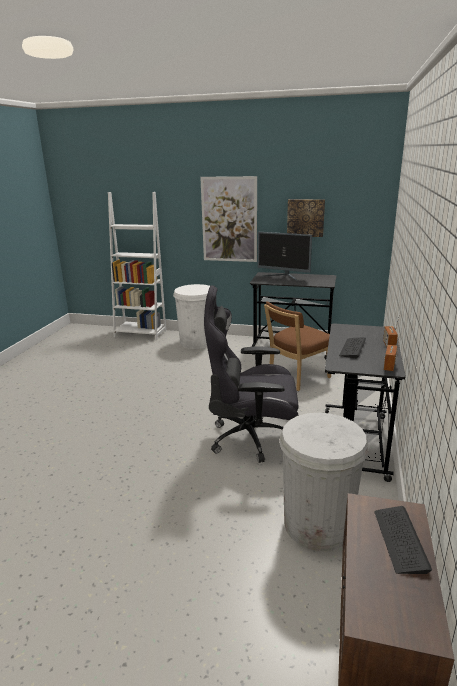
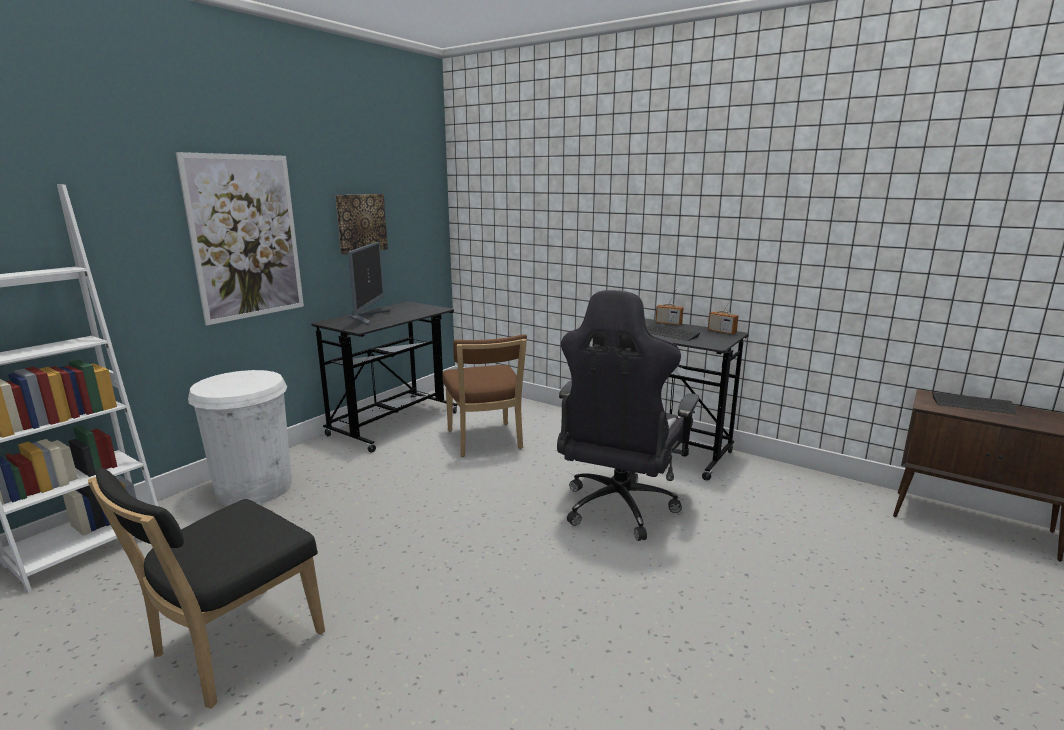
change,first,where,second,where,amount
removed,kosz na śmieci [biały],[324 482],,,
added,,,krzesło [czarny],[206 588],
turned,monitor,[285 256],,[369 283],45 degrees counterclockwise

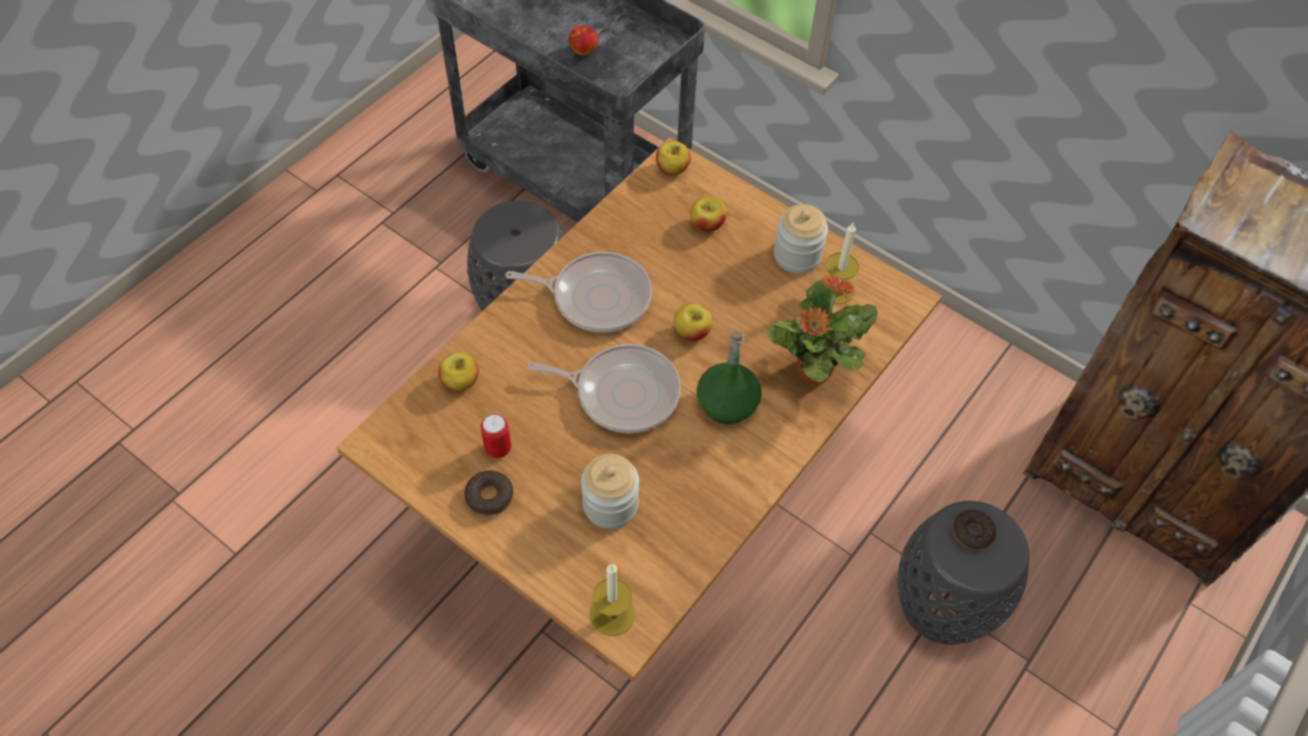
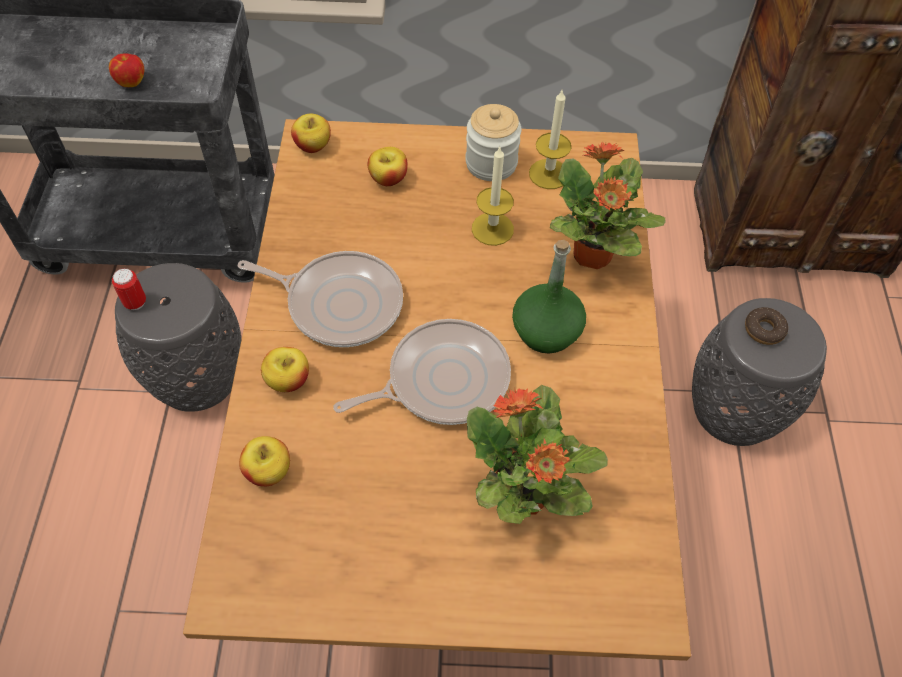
change,first,where,second,where,amount
removed,donut,[488 493],,,
moved,puszka,[496 436],,[129 289],
moved,świeca,[612 599],,[493 196],
moved,jabłko,[693 322],,[285 369],
replaced,słoik,[610 491],roślina doniczkowa,[537 454],
turned,patelnia,[578 292],,[320 299],45 degrees clockwise

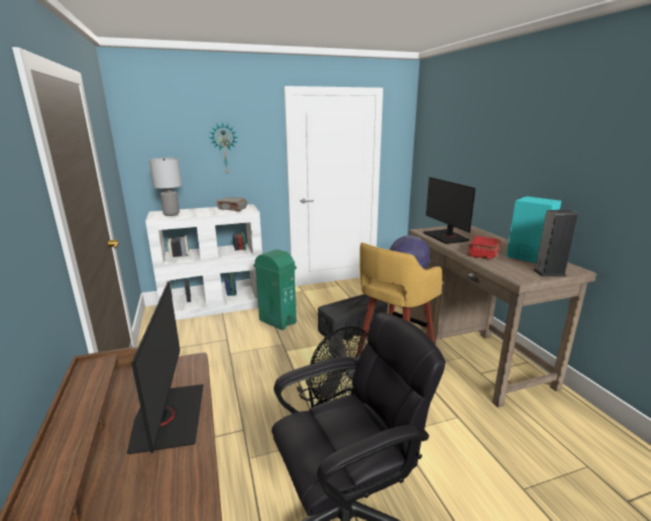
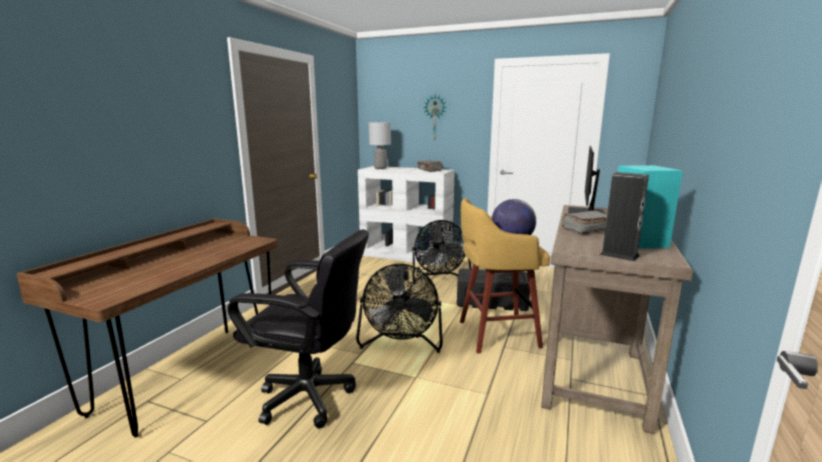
change,first,where,second,where,amount
removed,monitor,[165 368],,,
replaced,kosz na śmieci [zielony],[275 289],wentylator [czarny],[442 252],
recoloured,książka [czerwony],[484 248],książka [szary],[584 223],

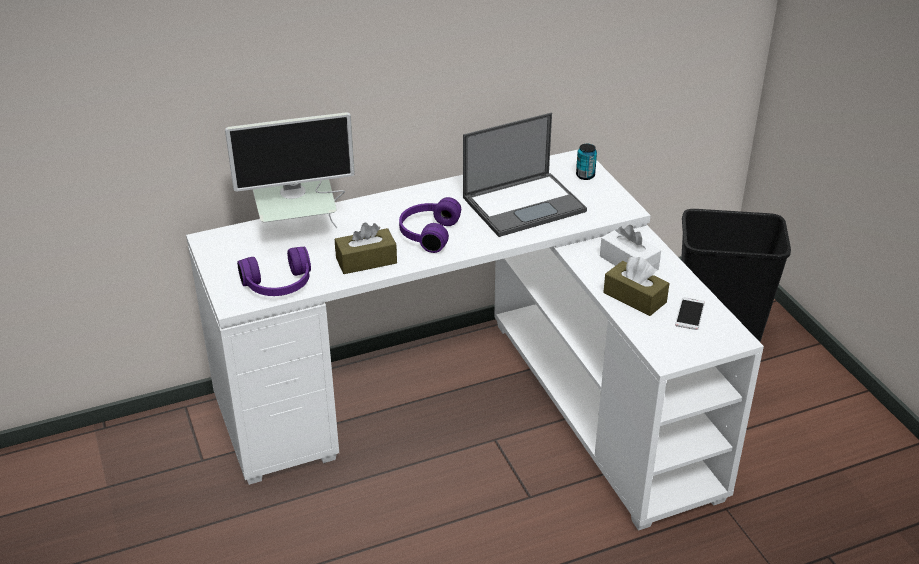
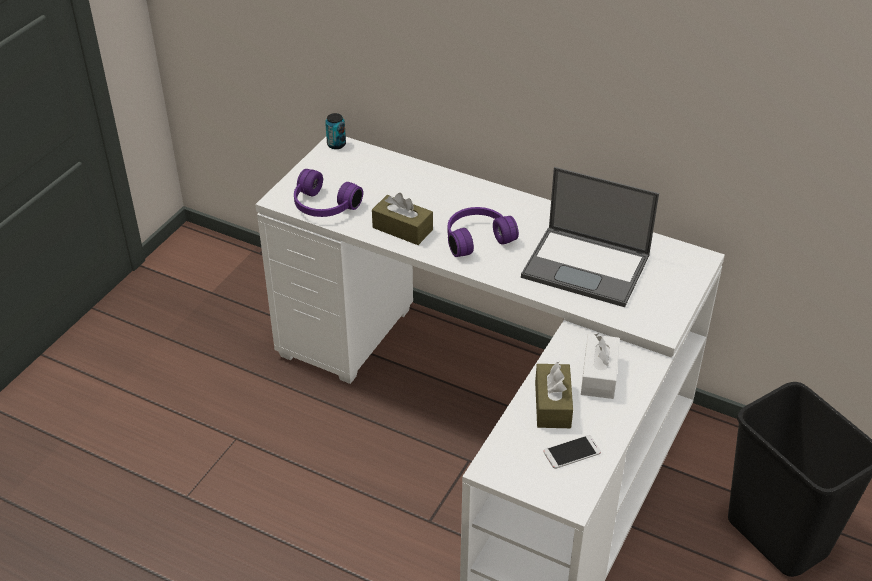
change,first,where,second,where,amount
removed,monitor,[290 170],,,
moved,puszka,[586 162],,[335 131],

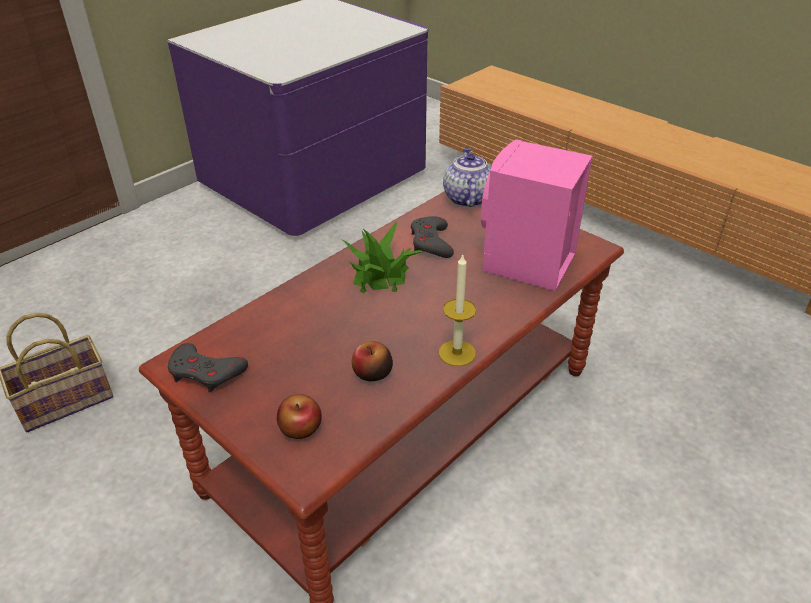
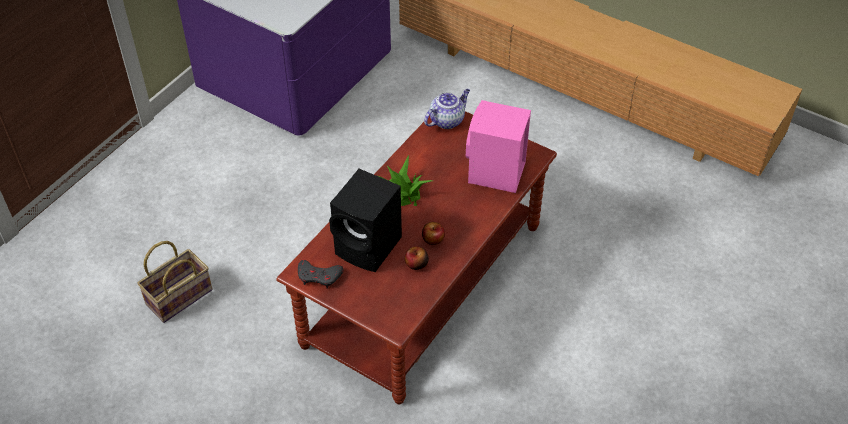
change,first,where,second,where,amount
removed,pad do gier [szary],[432 237],,,
removed,świeca,[457 310],,,
added,,,głośnik [czarny],[365 220],
moved,jabłko,[299 416],,[433 233],
turned,imbryk,[467 177],,[447 109],60 degrees clockwise

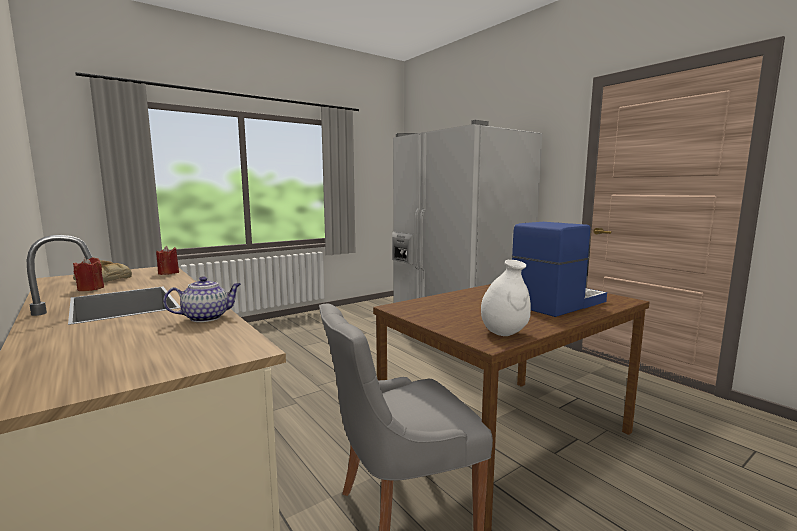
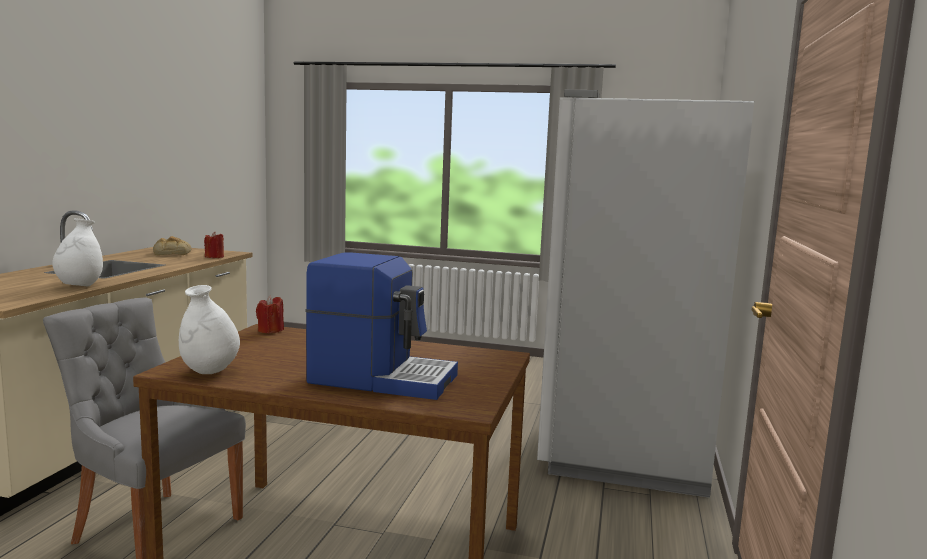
change,first,where,second,where,amount
moved,świeca [czerwony],[88 274],,[270 315],
replaced,imbryk,[202 299],wazon [biały],[77 252],

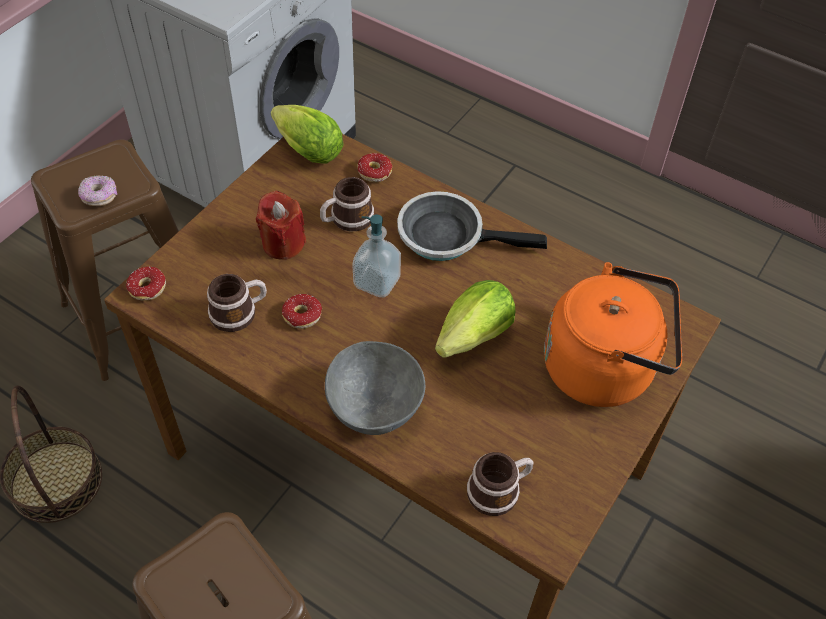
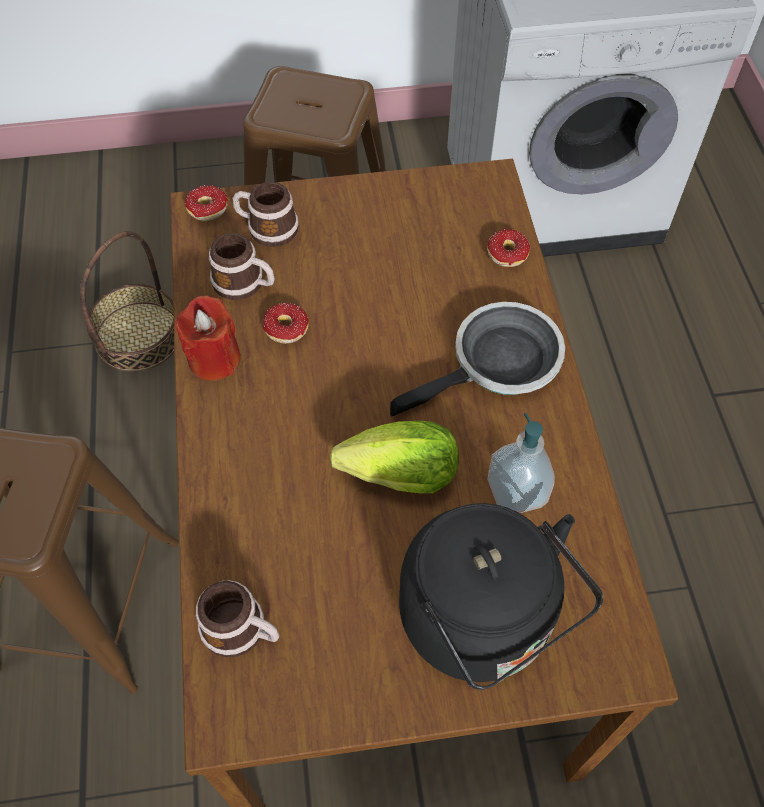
change,first,where,second,where,amount
removed,donut,[97 190],,,
removed,sałata,[307 134],,,
removed,miska [szary],[375 388],,,
moved,świeca [czerwony],[281 225],,[208 338],
moved,kubek,[347 204],,[266 214],
moved,dozownik mydła,[376 256],,[521 463],
recoloured,czajnik [pomarańczowy],[613 334],czajnik [czarny],[501 596],
turned,patelnia,[472 226],,[477 359],90 degrees clockwise

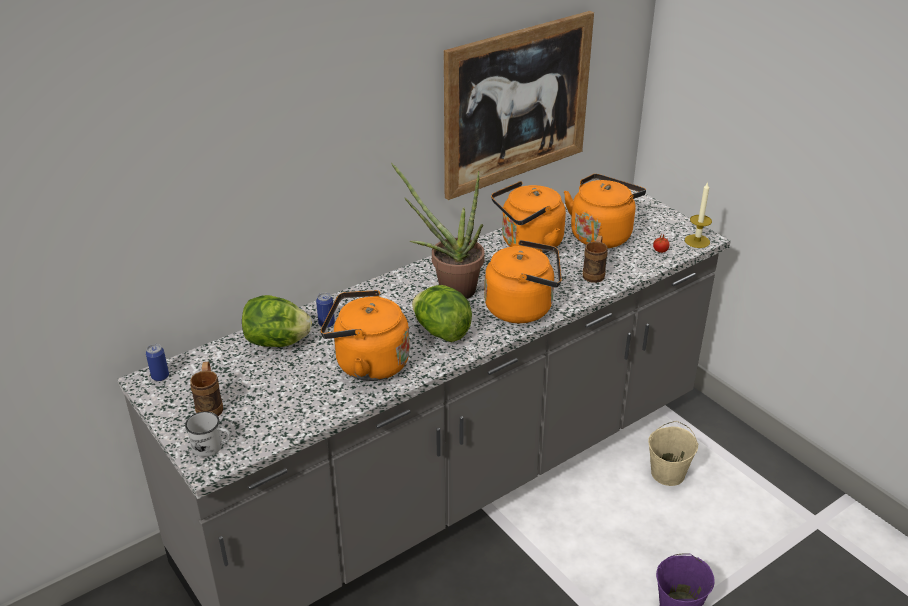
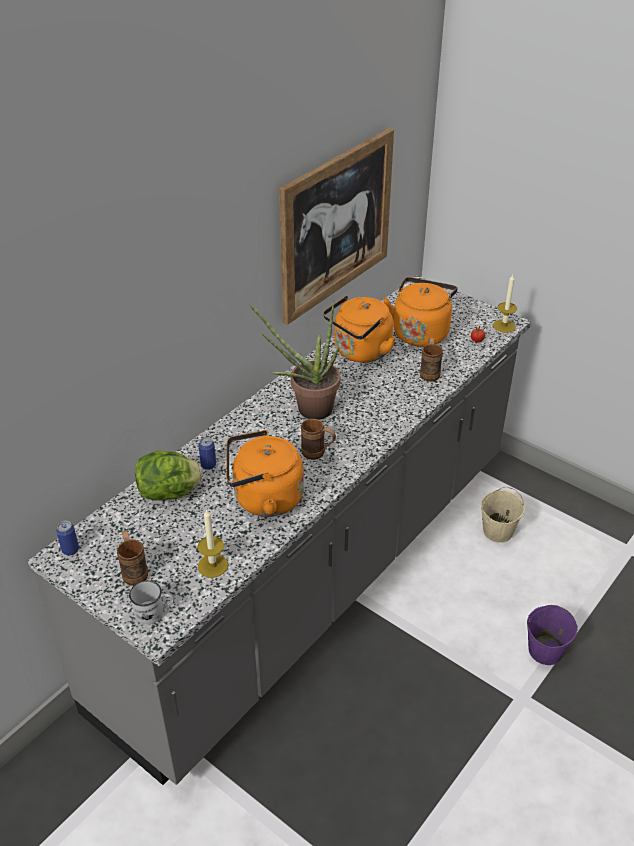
change,first,where,second,where,amount
removed,czajnik [pomarańczowy],[523 281],,,
added,,,świeca,[212 543],
replaced,sałata,[442 313],kubek [brązowy],[318 439],

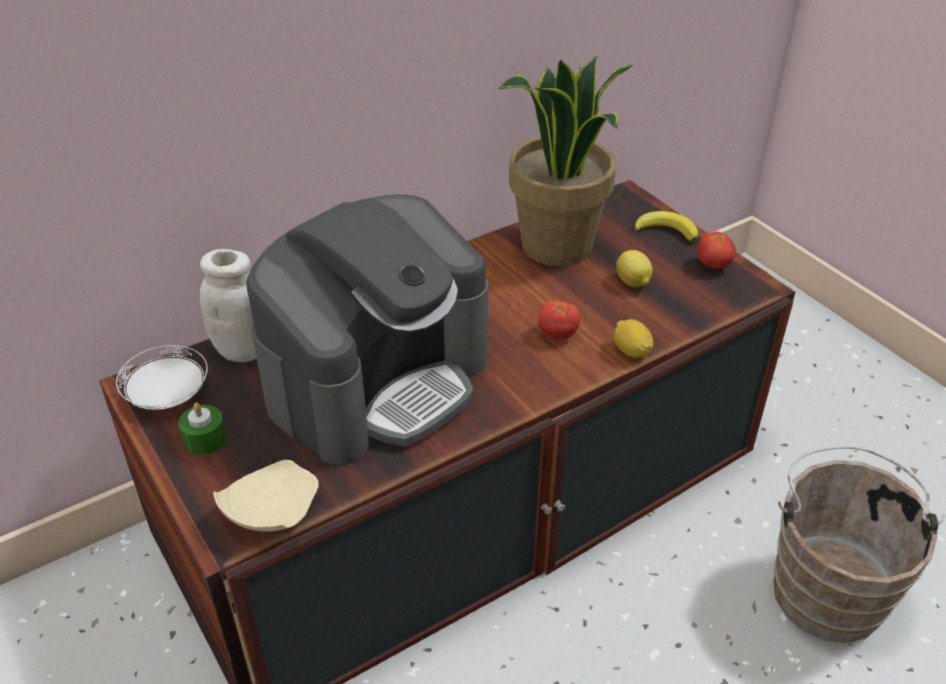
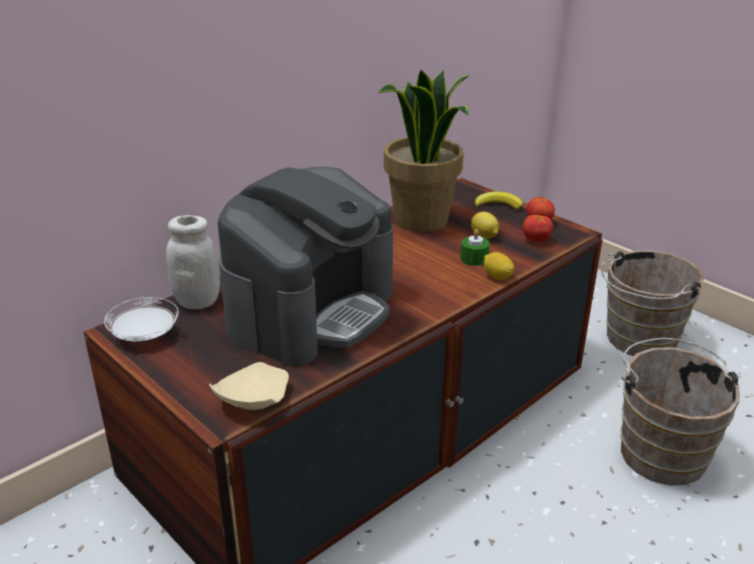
change,first,where,second,where,amount
added,,,wiadro [brązowy],[652 303],
moved,świeca [zielony],[202 428],,[475 247],
moved,pomidor,[559 319],,[538 228],

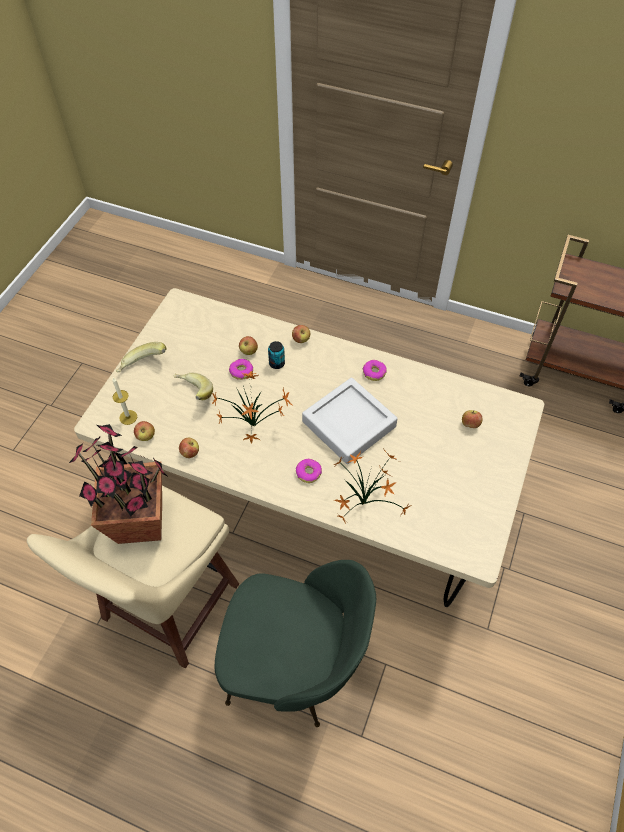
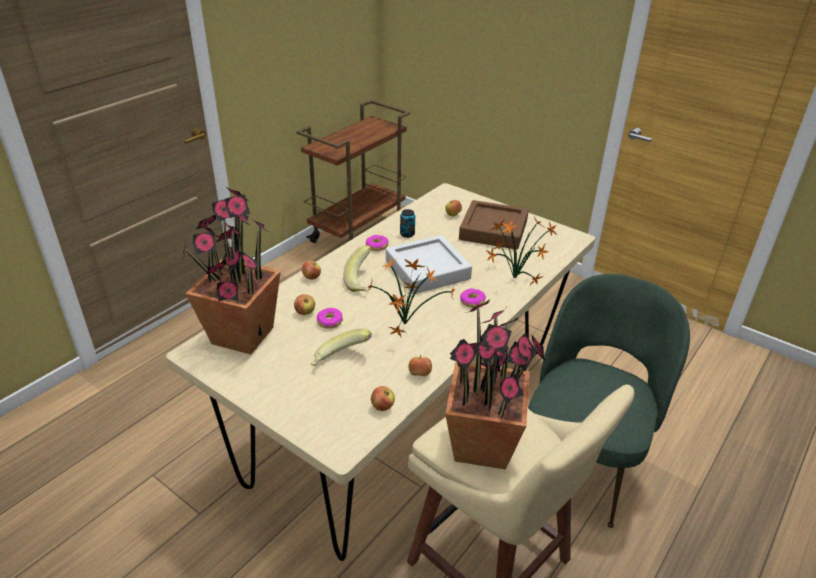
change,first,where,second,where,amount
removed,świeca,[124 401],,,
added,,,roślina doniczkowa,[232 271],
added,,,taca [brązowy],[494 225],
moved,banan,[141 357],,[357 268],
moved,puszka,[276 355],,[407 223],

